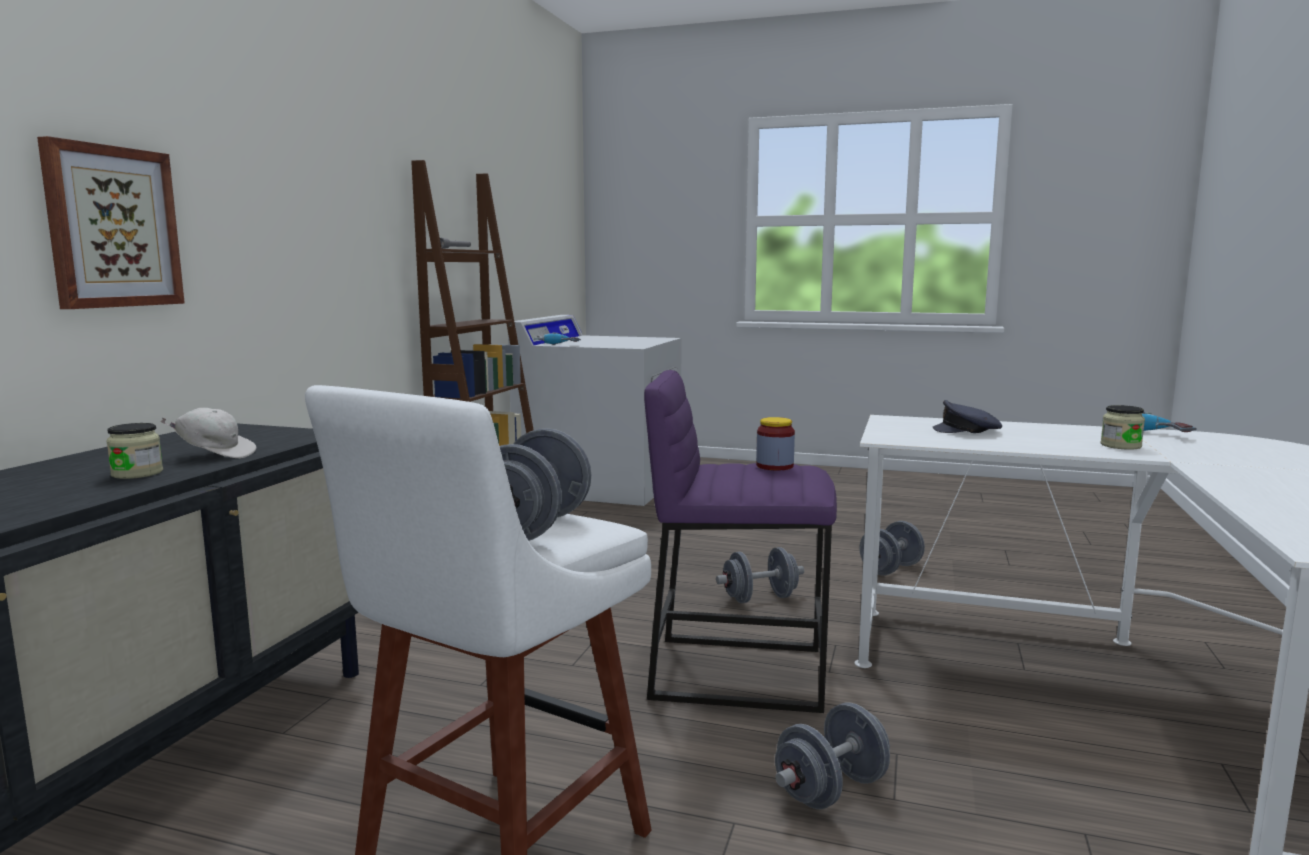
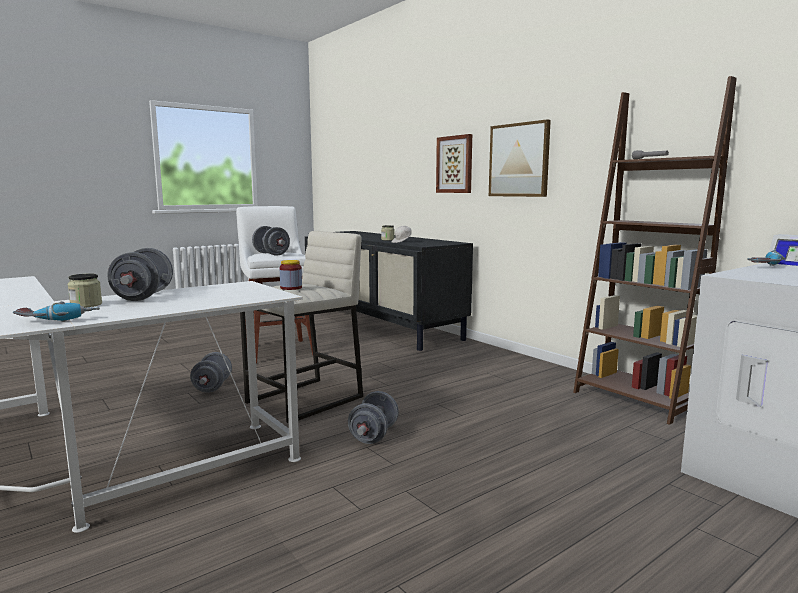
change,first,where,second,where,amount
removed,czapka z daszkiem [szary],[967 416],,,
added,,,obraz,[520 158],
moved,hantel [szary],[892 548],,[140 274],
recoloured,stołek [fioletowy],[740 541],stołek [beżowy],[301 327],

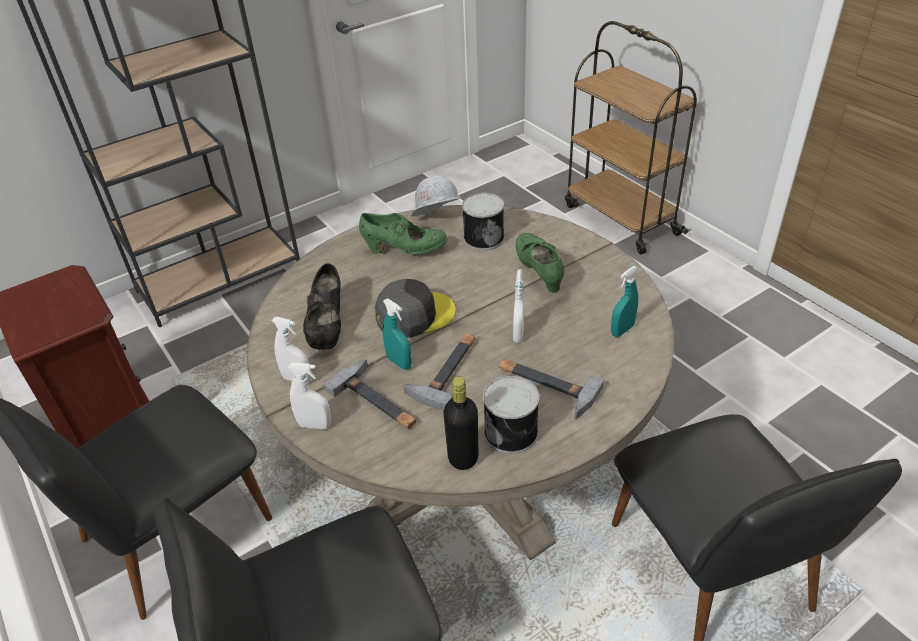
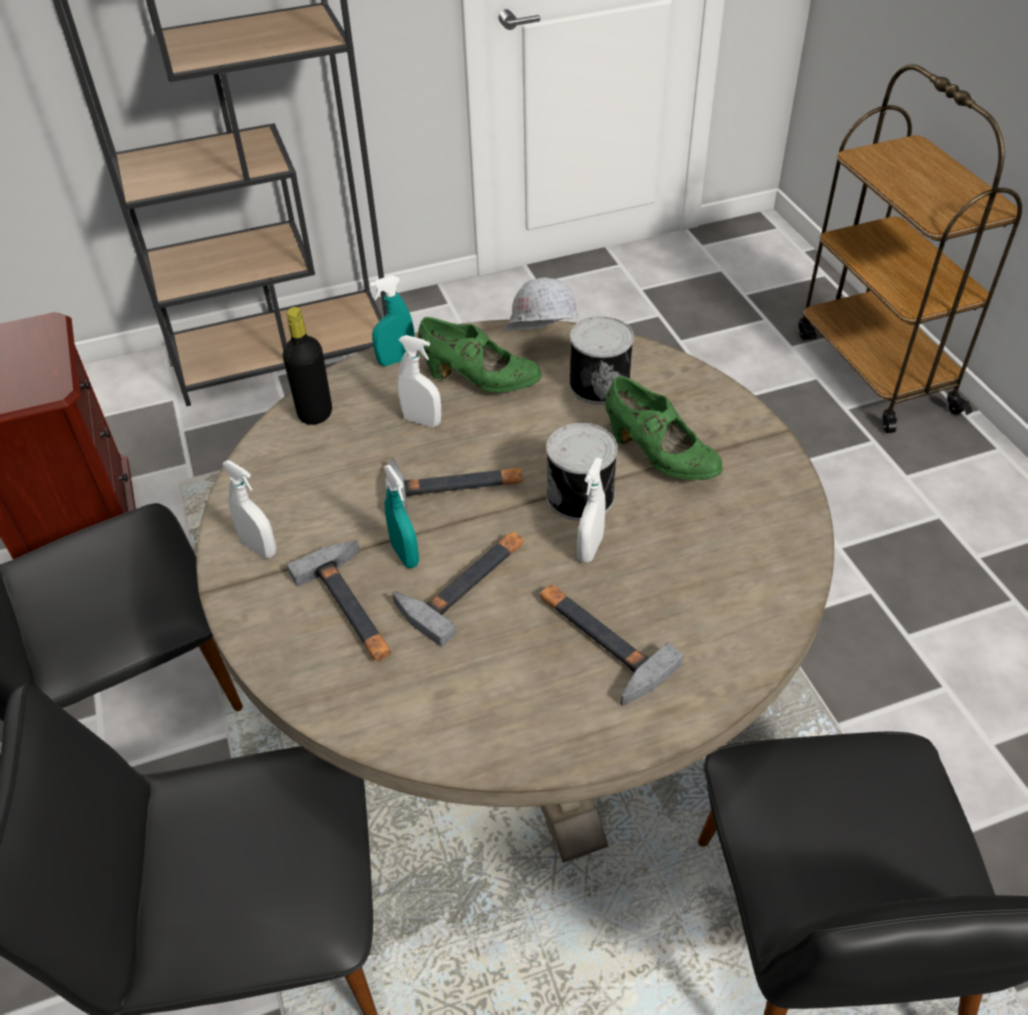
change,first,where,second,where,amount
removed,but [czarny],[322 307],,,
moved,spryskiwacz [biały],[309 396],,[419 381],
moved,butelka [czarny],[461 423],,[307 366],
moved,puszka,[511 415],,[582 472],
moved,spryskiwacz [turkusowy],[625 301],,[392 320],
replaced,czapka z daszkiem [szary],[415 308],młotek,[454 486],
turned,but [zielony],[540 263],,[664 428],135 degrees clockwise

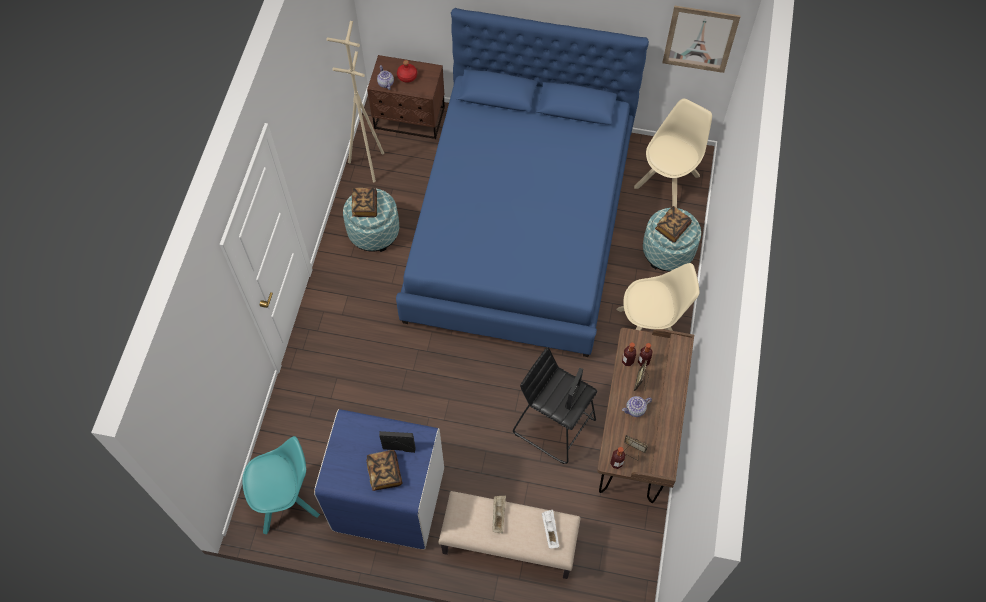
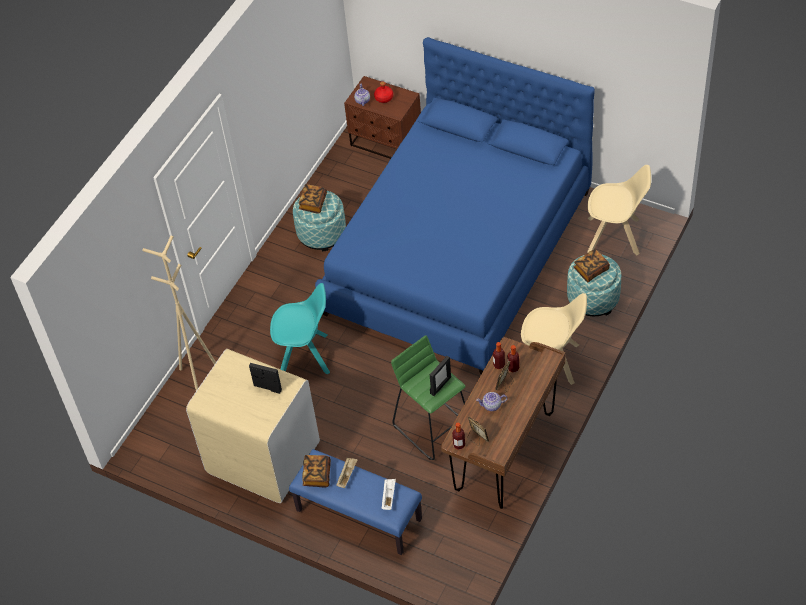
change,first,where,second,where,amount
removed,obraz,[701 39],,,
moved,krzesło [turkusowy],[281 485],,[300 329],
moved,wieszak [beżowy],[355 101],,[179 313],
moved,książka,[385 470],,[316 471],
recoloured,komoda [niebieski],[379 479],komoda [beżowy],[253 426],
recoloured,ławka [beżowy],[510 535],ławka [niebieski],[355 502],
recoloured,stołek [czarny],[555 405],stołek [zielony],[428 397],
turned,krzesło [beżowy],[673 153],,[619 210],45 degrees clockwise

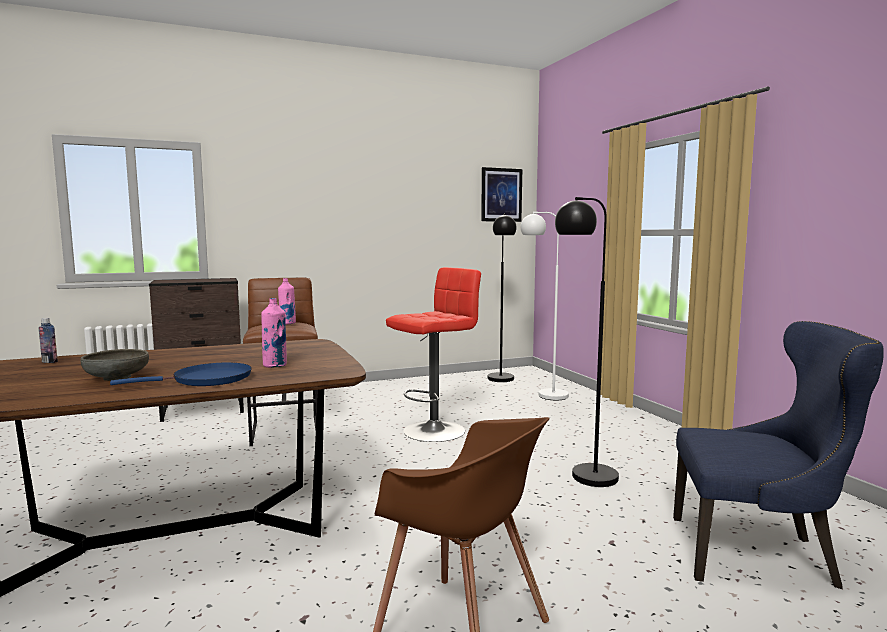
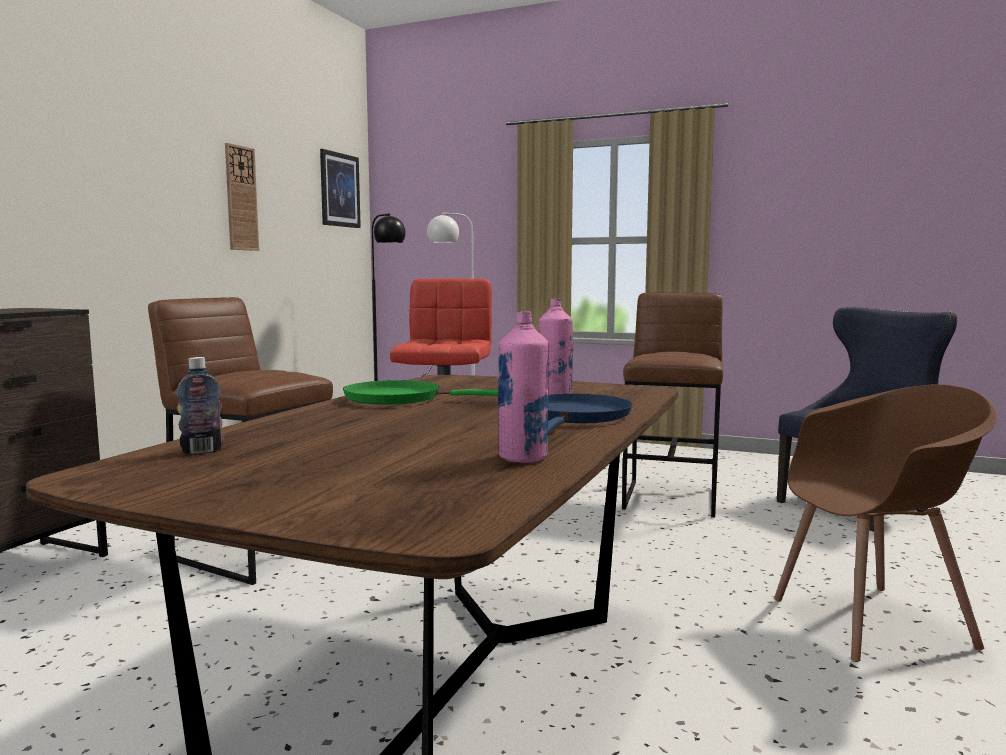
change,first,where,second,where,amount
removed,miska [szary],[114 365],,,
added,,,zegar ścienny,[242 197],
added,,,patelnia [zielony],[420 392],
moved,butelka [różowy],[287 301],,[523 387],
replaced,lampa stojąca [czarny],[587 342],stołek [brązowy],[672 405],

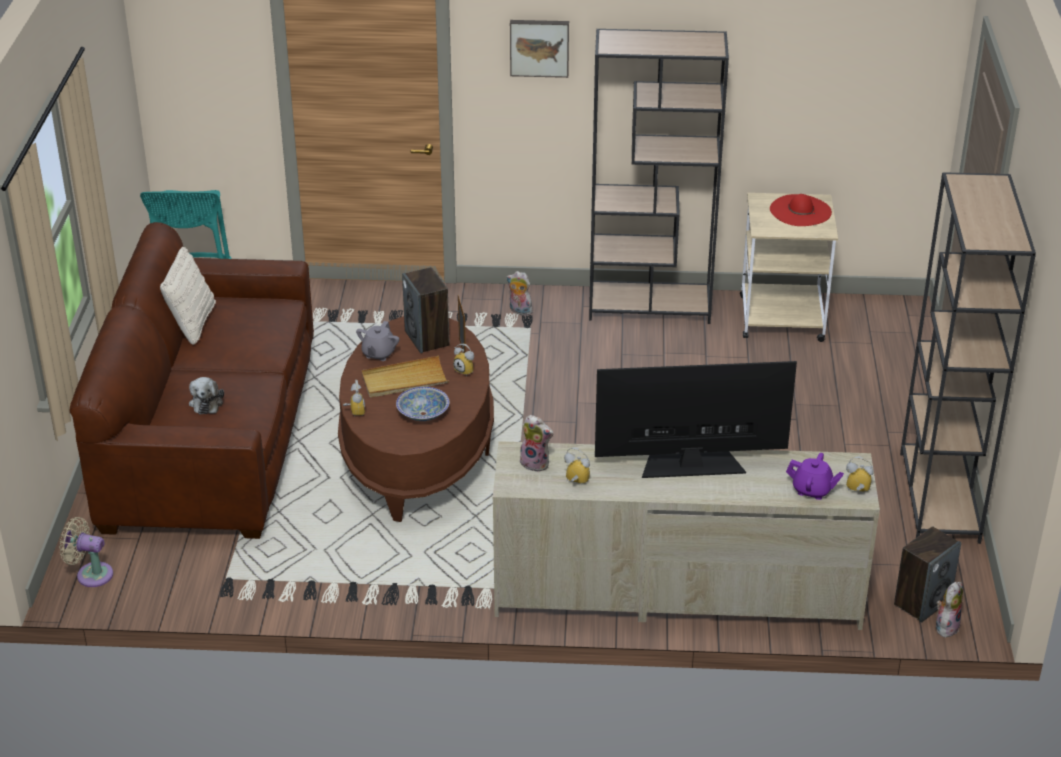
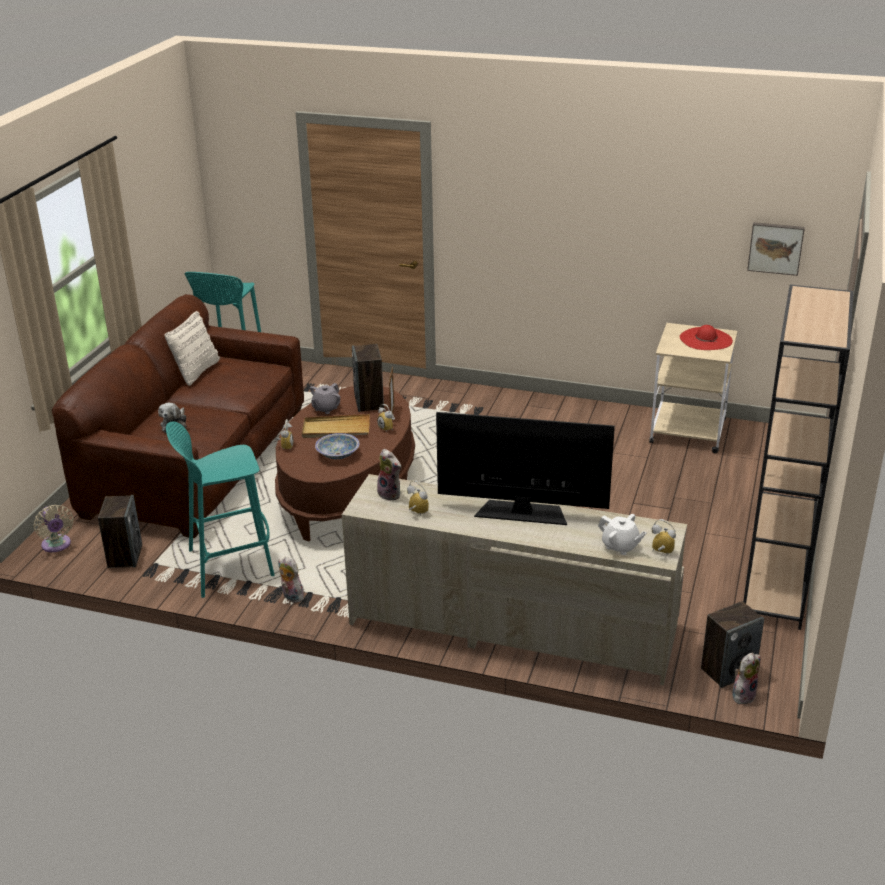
change,first,where,second,where,amount
removed,regał,[659 176],,,
added,,,głośnik,[120 531],
added,,,stołek [turkusowy],[220 510],
moved,pluszak,[519 293],,[291 580],
moved,obraz,[539 49],,[776 249],
recoloured,imbryk [fioletowy],[815 476],imbryk [biały],[622 534],
turned,wentylator [beżowy],[86 552],,[53 528],150 degrees counterclockwise

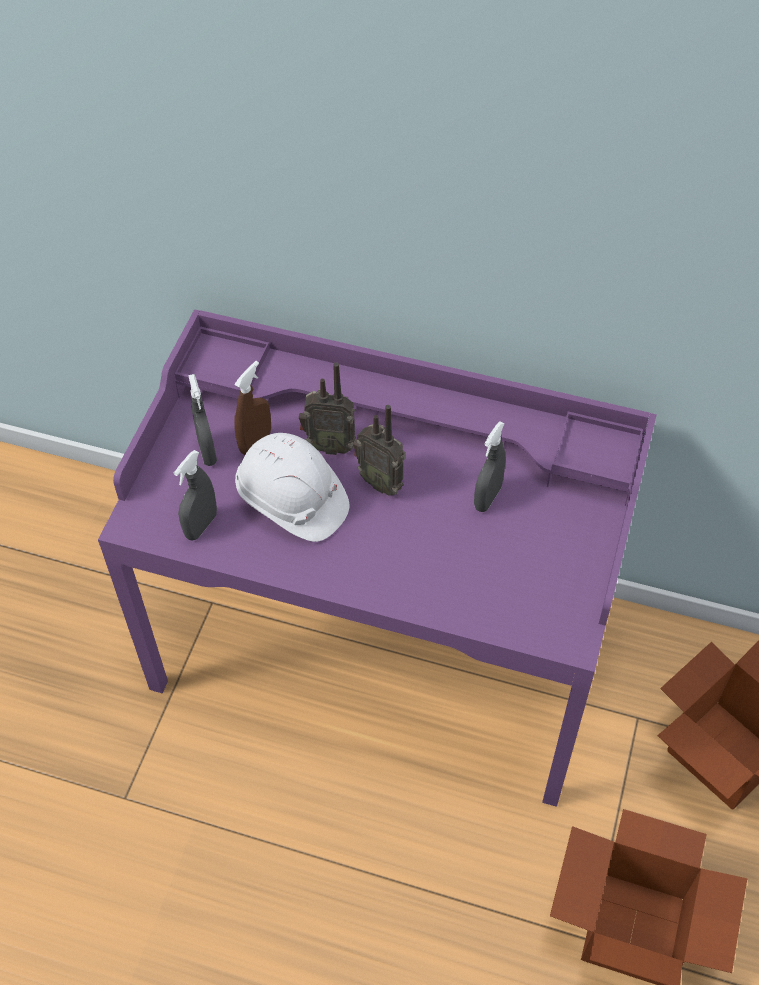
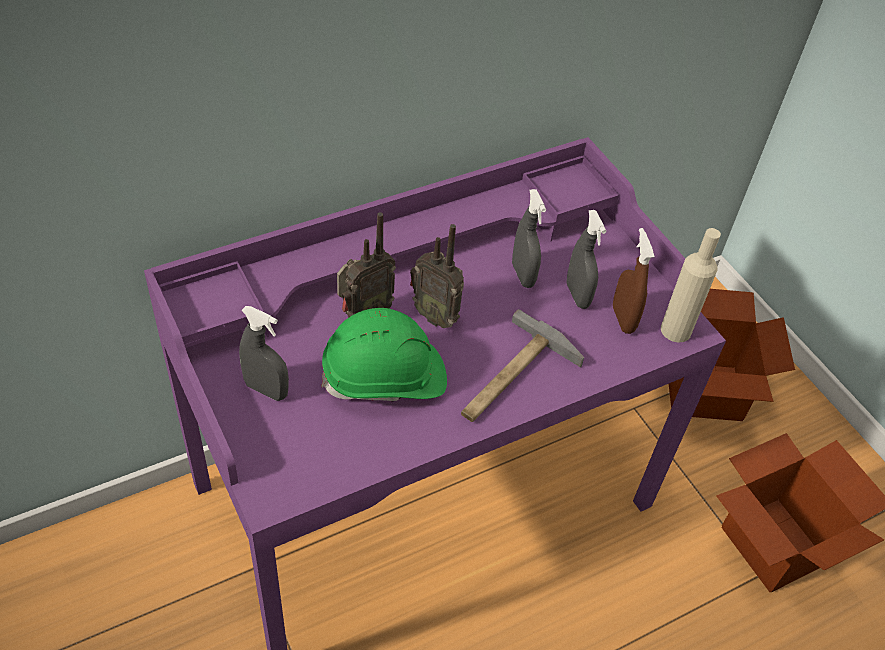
change,first,where,second,where,amount
added,,,młotek,[522 365],
added,,,butelka [beżowy],[691 285],
moved,spryskiwacz [szary],[195 495],,[586 259],
moved,spryskiwacz [brązowy],[252 408],,[634 281],
recoloured,kask [biały],[292 487],kask [zielony],[384 355],
turned,radio,[379 450],,[437 276],45 degrees clockwise

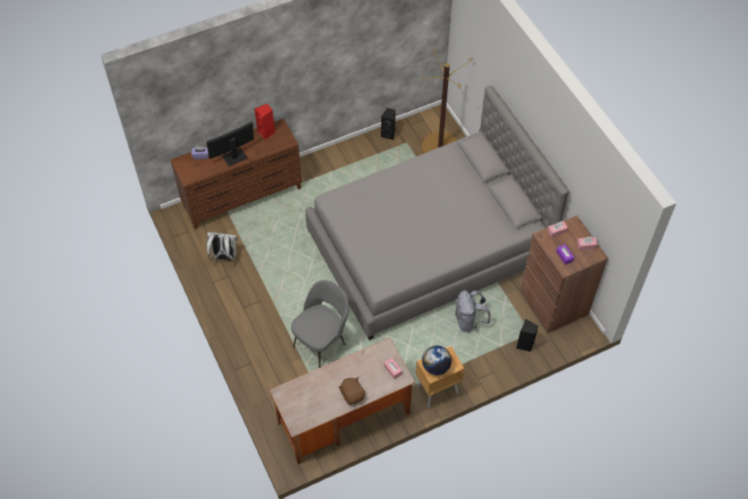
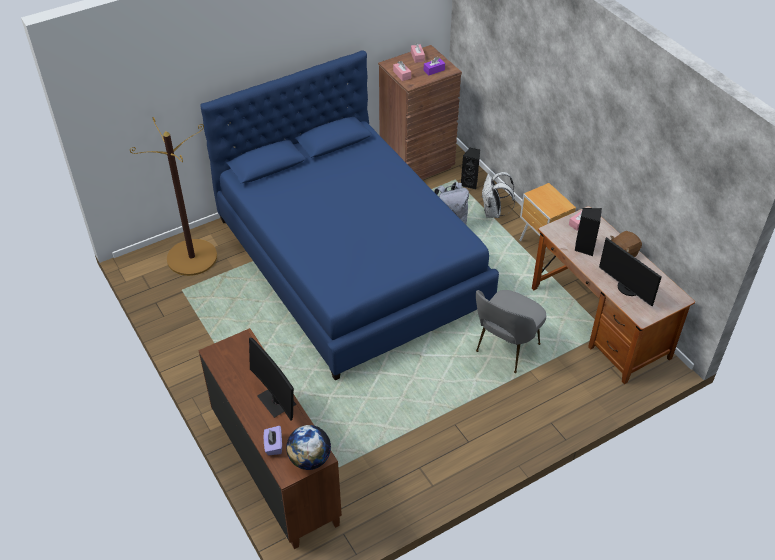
change,first,where,second,where,amount
removed,głośnik [czerwony],[264 122],,,
added,,,monitor,[630 271],
moved,plecak [biały],[222 247],,[498 195],
moved,głośnik [czarny],[388 124],,[588 232],
moved,globus,[437 360],,[308 447],
recoloured,łóżko [szary],[437 212],łóżko [niebieski],[349 215],
turned,krzesło [szary],[320 324],,[511 331],90 degrees counterclockwise

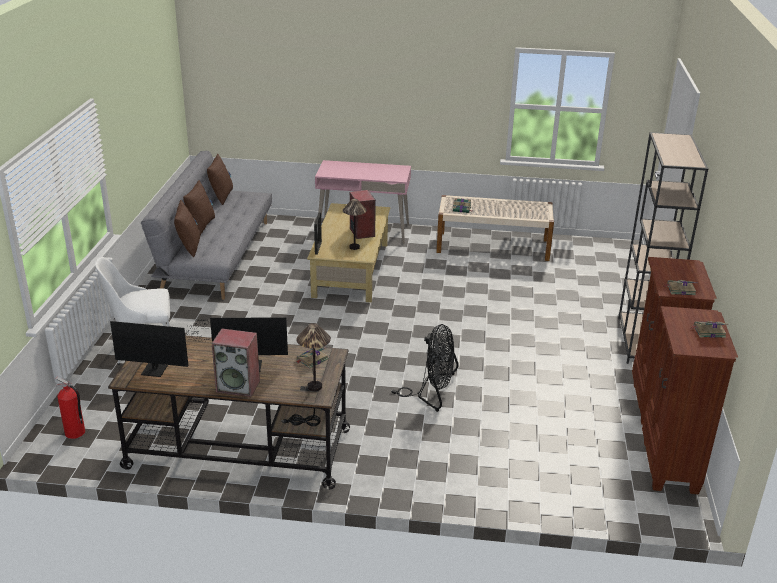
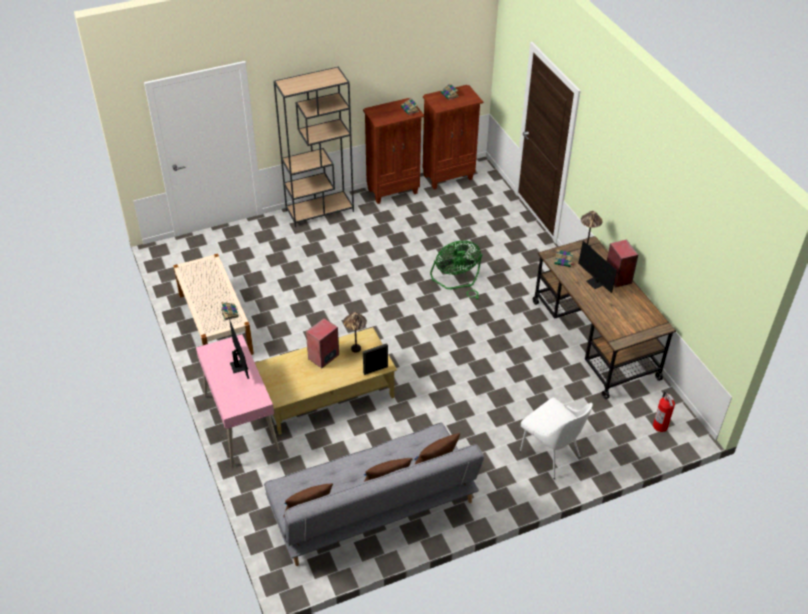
change,first,where,second,where,amount
moved,monitor,[159 349],,[239 349],
recoloured,wentylator [czarny],[425 368],wentylator [zielony],[456 269],

